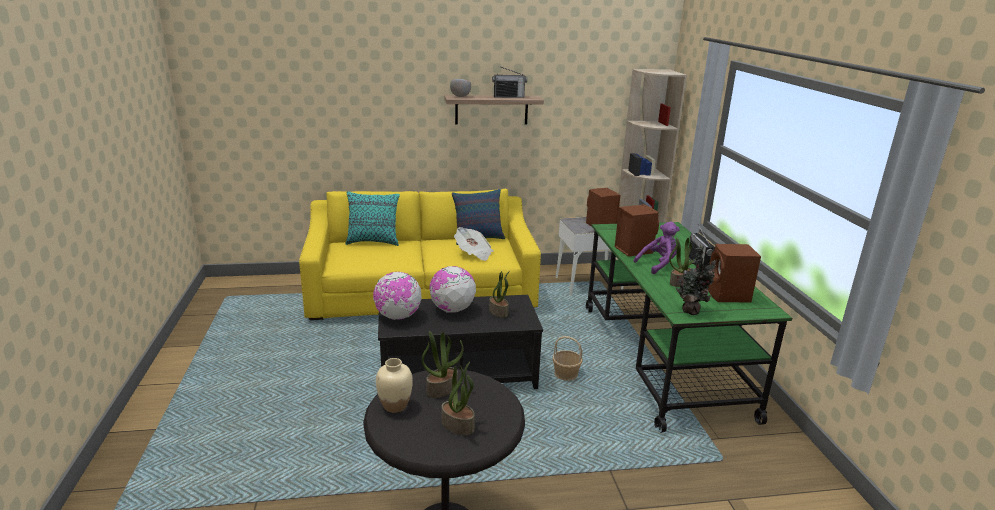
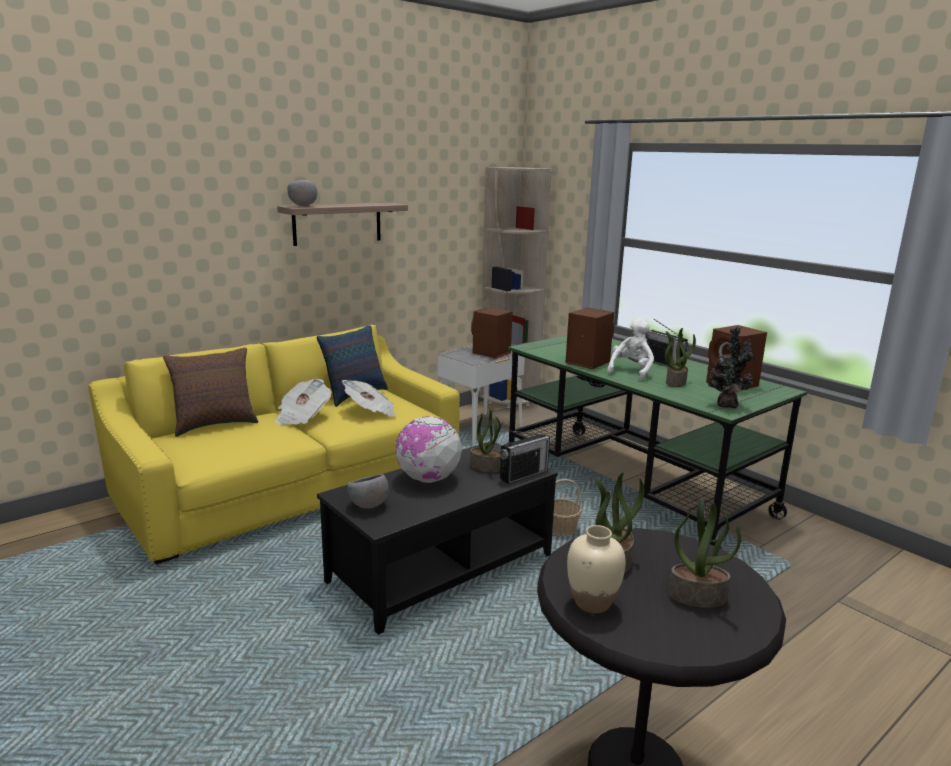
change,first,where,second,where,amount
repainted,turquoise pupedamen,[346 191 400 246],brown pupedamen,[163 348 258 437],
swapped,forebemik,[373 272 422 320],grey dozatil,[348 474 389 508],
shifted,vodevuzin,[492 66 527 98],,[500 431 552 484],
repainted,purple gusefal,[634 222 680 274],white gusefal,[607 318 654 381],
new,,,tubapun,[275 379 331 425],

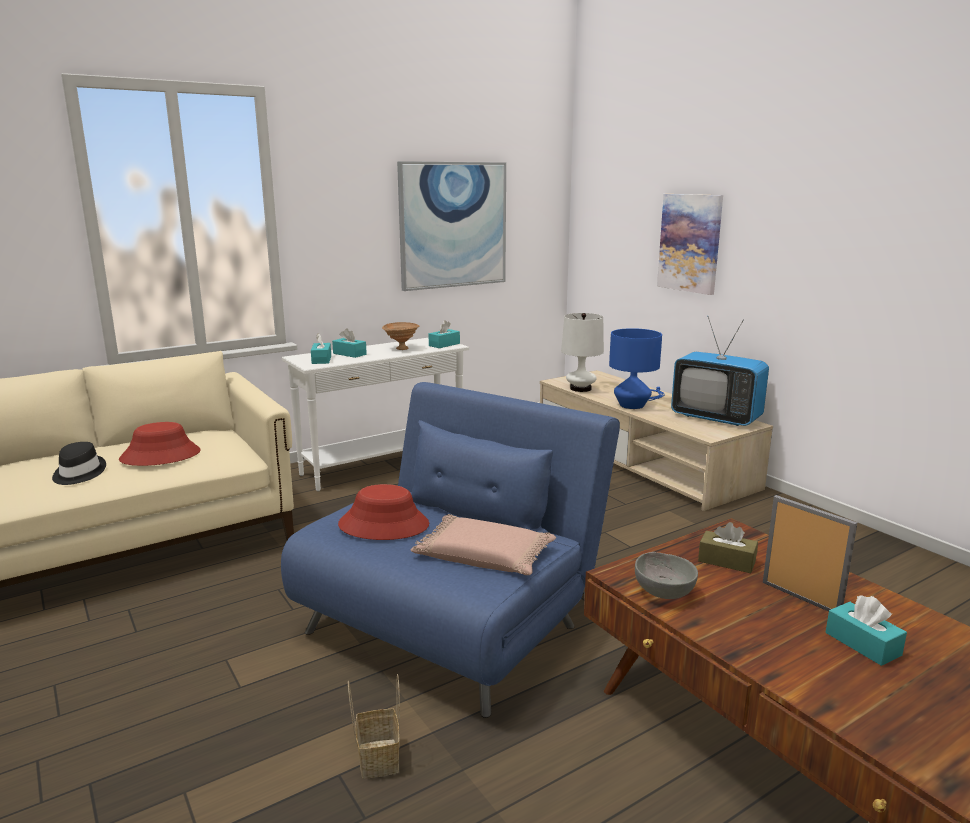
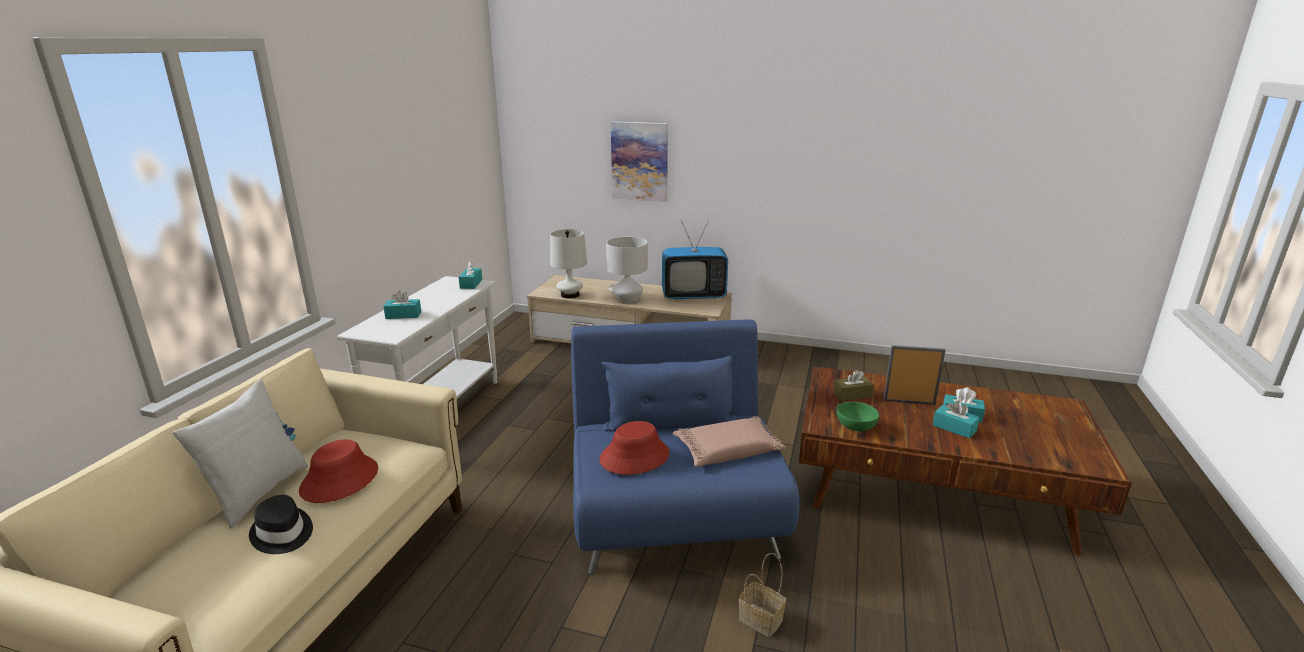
change,first,where,second,where,amount
shifted,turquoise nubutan,[311 333 331 364],,[933 401 980 439],
gone,brown dozatil,[382 322 419 350],,,
gone,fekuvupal,[397 161 506 291],,,
repainted,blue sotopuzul,[609 328 665 409],grey sotopuzul,[606 237 648 304],
repainted,grey dozatil,[635 552 698 599],green dozatil,[836 402 879 431],
new,,,grey pupedamen,[173 379 308 529],

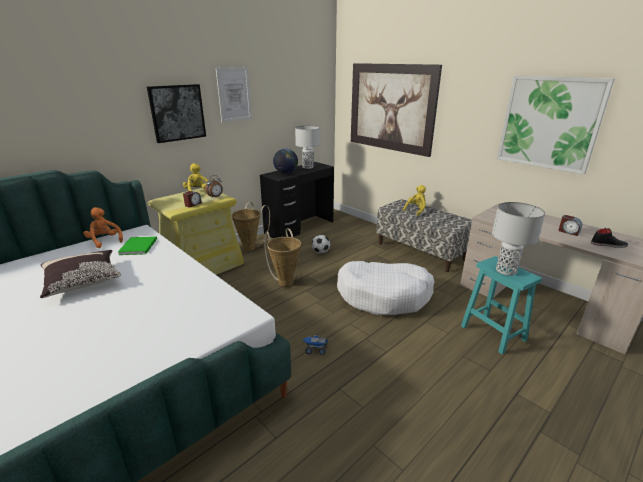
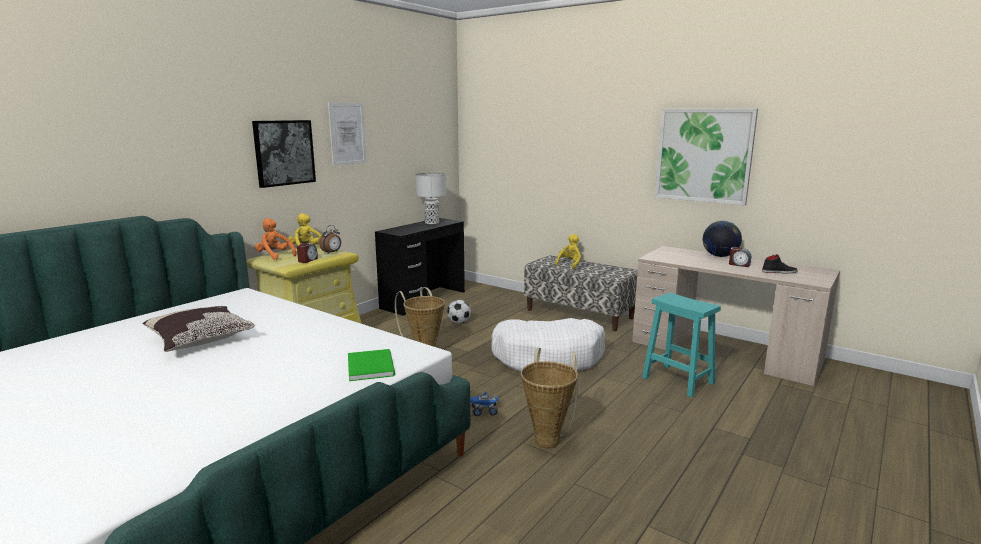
change,first,where,second,where,amount
shifted,orange gusefal,[83 207 123 248],,[255 218 296 260],
shifted,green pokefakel,[118 236 157 255],,[348 349 395 381],
shifted,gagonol,[231 202 270 251],,[521 348 578 448],
shifted,forebemik,[273 149 298 174],,[703 221 742 257],
gone,fekuvupal,[351 63 442 157],,,
gone,white sotopuzul,[492 202 545 276],,,

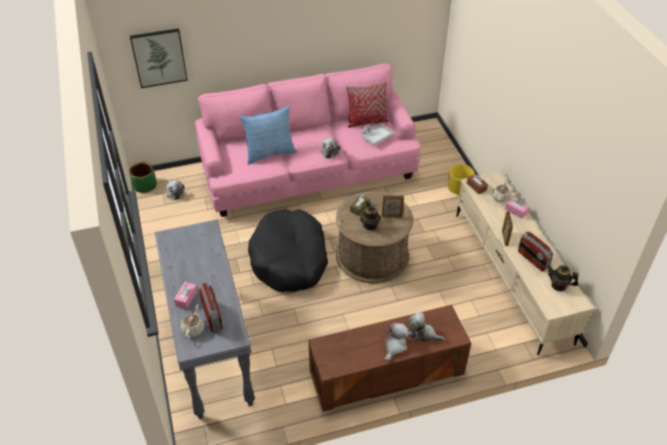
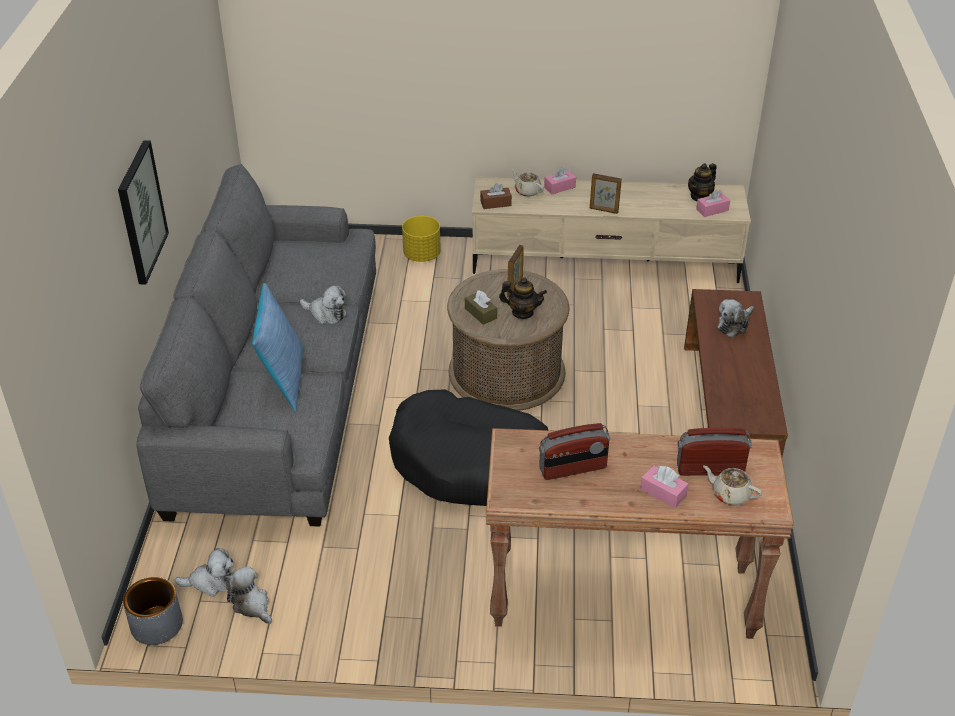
change,first,where,second,where,amount
repainted,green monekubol,[129 162 157 193],grey monekubol,[123 577 183 645],
shifted,fekuvupal,[130 28 188 88],,[118 140 169 285],
repainted,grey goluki,[155 219 255 419],brown goluki,[486 428 794 639],
repainted,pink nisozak,[195 64 420 217],grey nisozak,[137 164 376 527],
gone,red pupedamen,[346 82 389 128],,,
gone,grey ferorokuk,[360 124 394 146],,,
shifted,gusefal,[385 322 409 361],,[226 566 272 624],
shifted,vodevuzin,[518 232 553 272],,[539 423 610 480],
new,,,pink nubutan,[696 190 730 217],

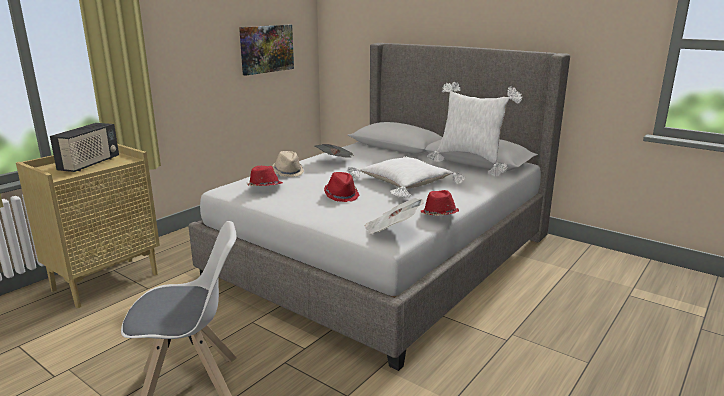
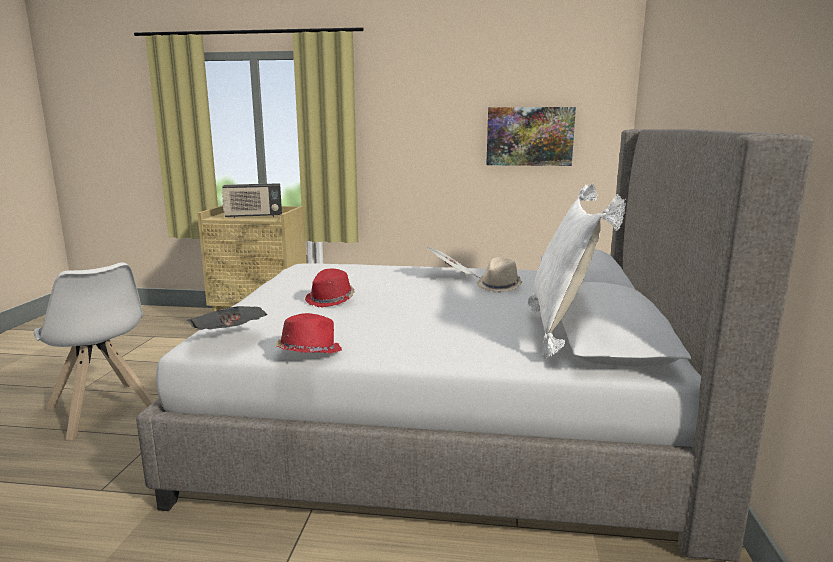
change,first,where,second,where,amount
gone,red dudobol,[247 166 283 186],,,
shifted,beige dudobol,[272 151 304 177],,[477 257 522 293],
gone,white pupedamen,[347 156 465 199],,,

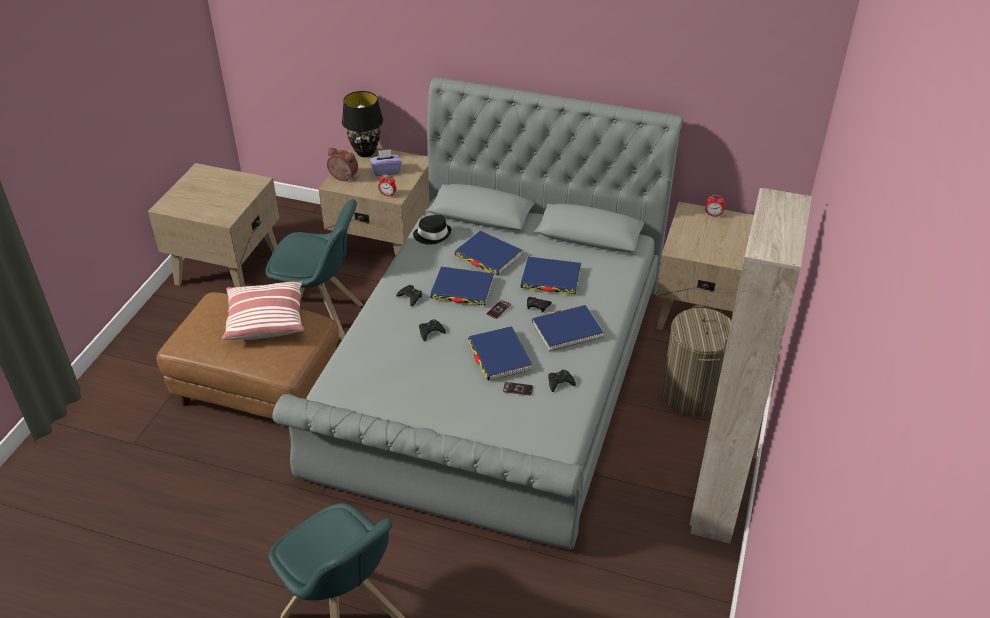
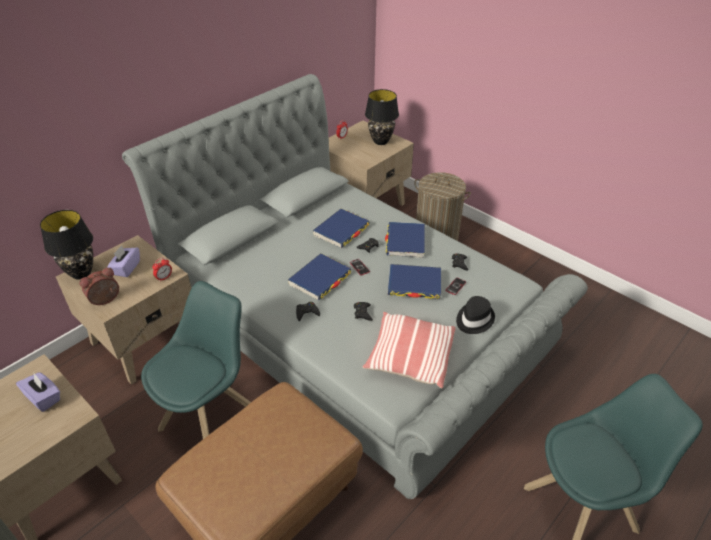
change,first,where,second,where,amount
shifted,pupedamen,[222 281 304 340],,[363 312 456 389],
shifted,black dudobol,[413 215 452 245],,[456 296 495 334],
gone,blue pokefakel,[454 231 522 275],,,
gone,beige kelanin,[689 188 812 544],,,
new,,,purple nubutan,[16 372 60 412],
new,,,black sotopuzul,[365 89 399 145],

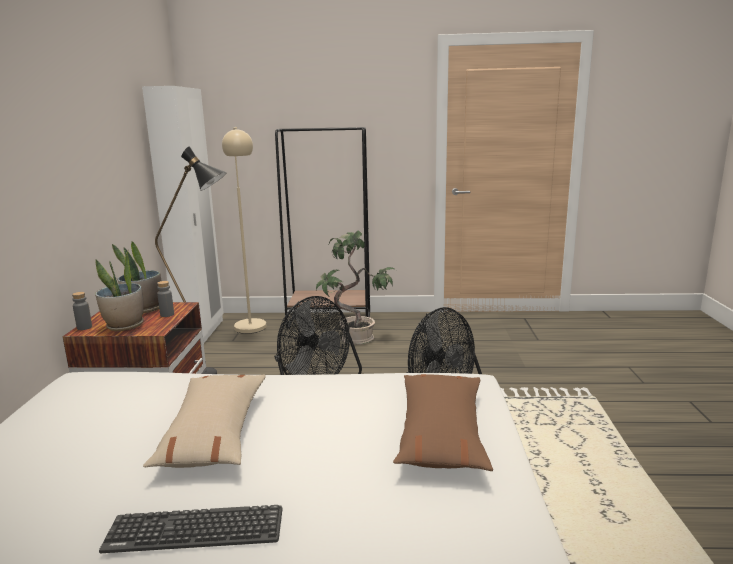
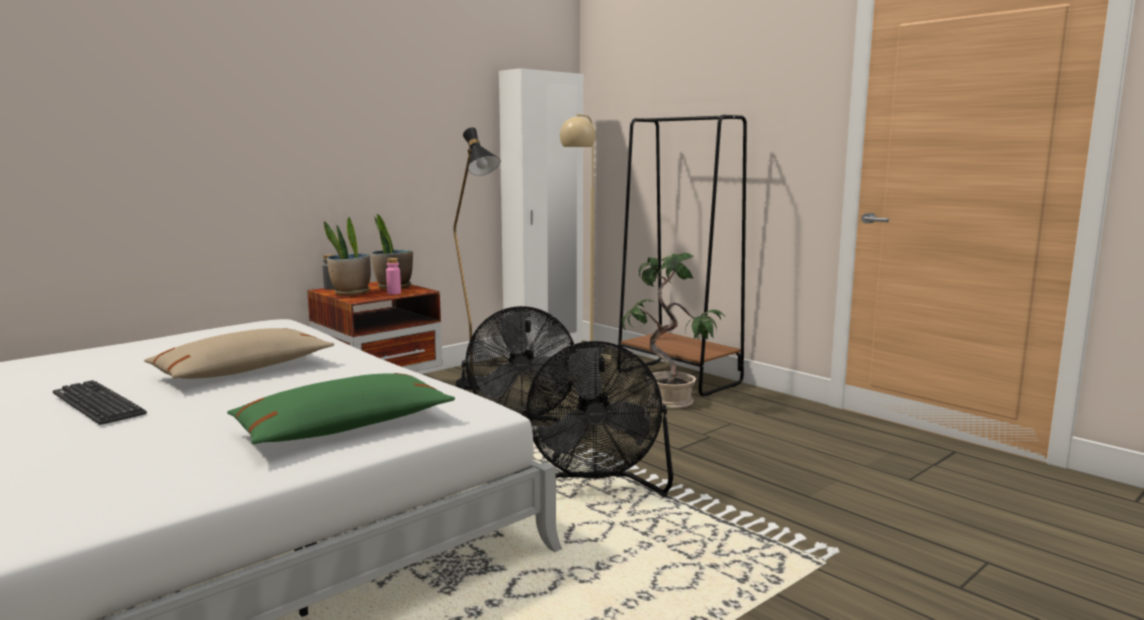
change,first,where,second,where,amount
repainted,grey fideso,[157 281 174 317],pink fideso,[386 258 401 295],
repainted,brown pupedamen,[393 374 493 471],green pupedamen,[227 373 455 444],

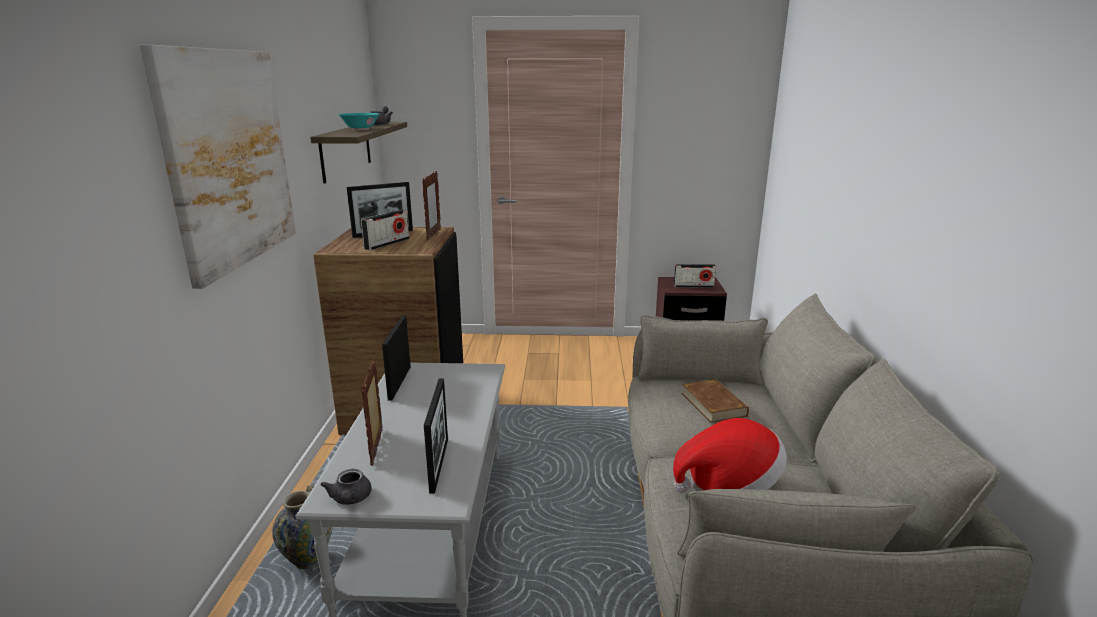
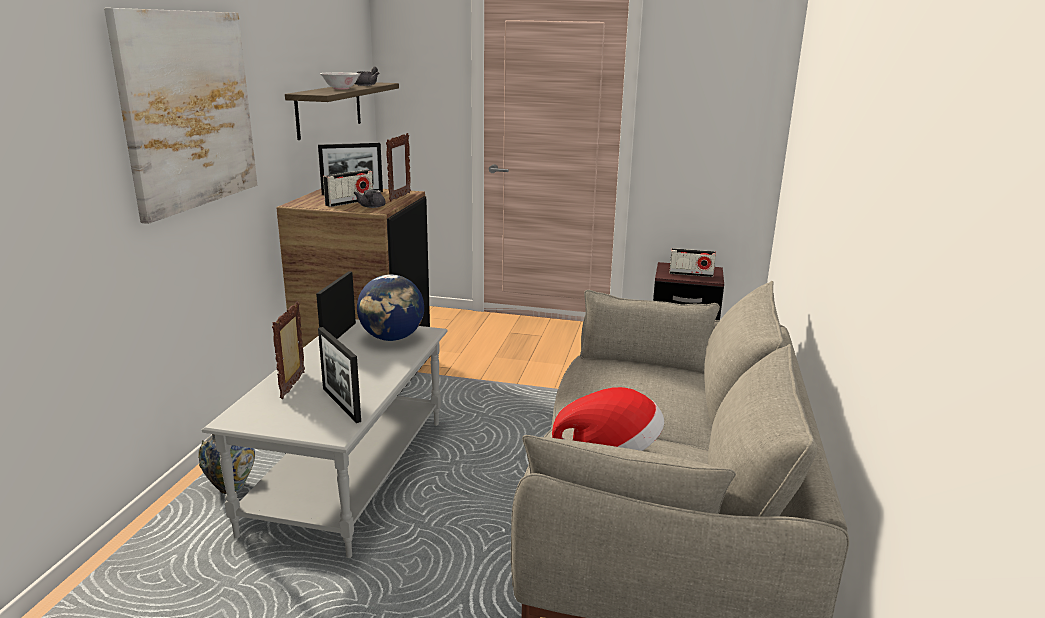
change,first,where,second,where,amount
shifted,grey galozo,[321 469 372 505],,[354 190 386 208],
repainted,turquoise dozatil,[338 113 379 130],white dozatil,[320 72 360 89],
rotated,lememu,[424 378 448 493],,[318 327 361 423],135 degrees clockwise
gone,brown pokefakel,[681 379 749 423],,,
new,,,forebemik,[357 274 424 341],

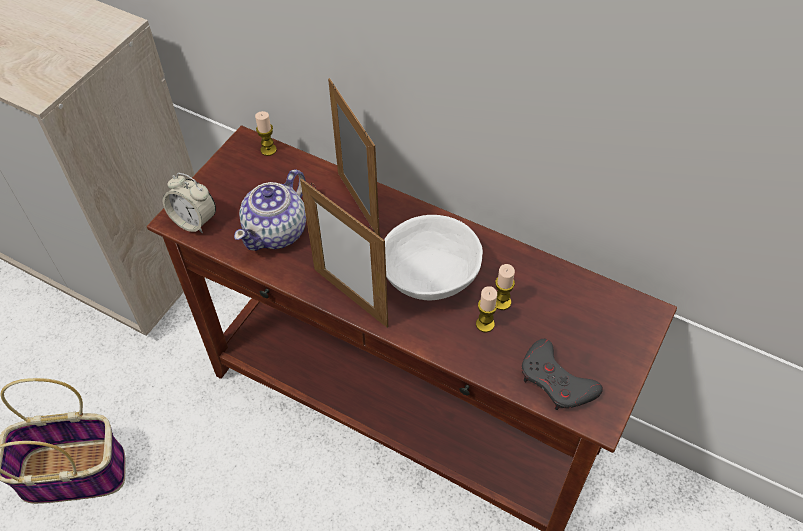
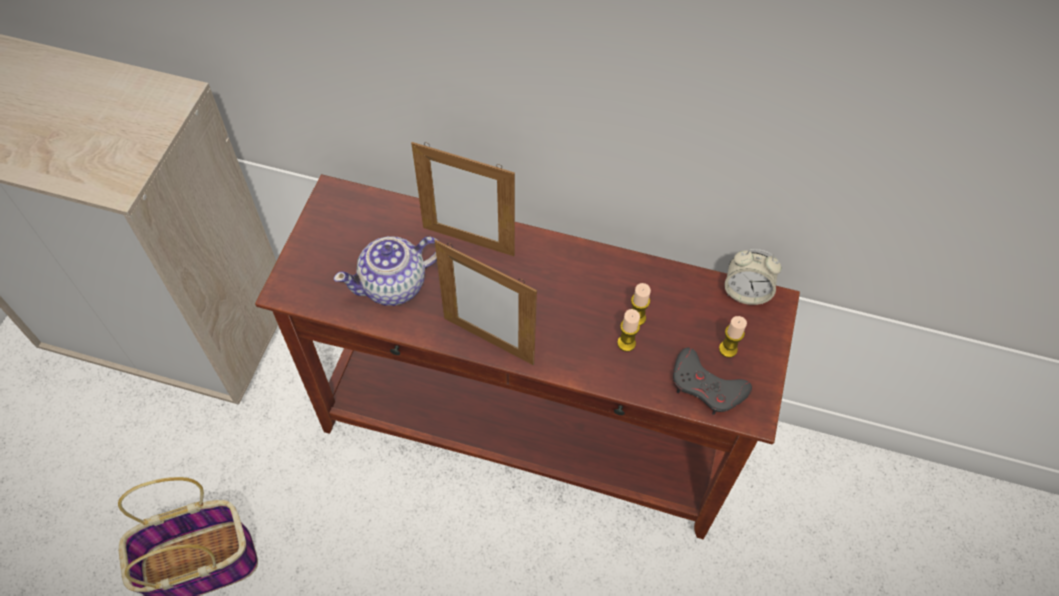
change,first,where,second,where,amount
shifted,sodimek,[162 173 216 233],,[724 249 782 305],
rotated,galozo,[234 169 306 251],,[334 236 439 306],45 degrees clockwise
shifted,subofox,[255 111 277 156],,[719 316 747 357],
rotated,lememu,[328 78 380 236],,[411 142 515 256],150 degrees clockwise
gone,white dozatil,[384 215 483 300],,,

